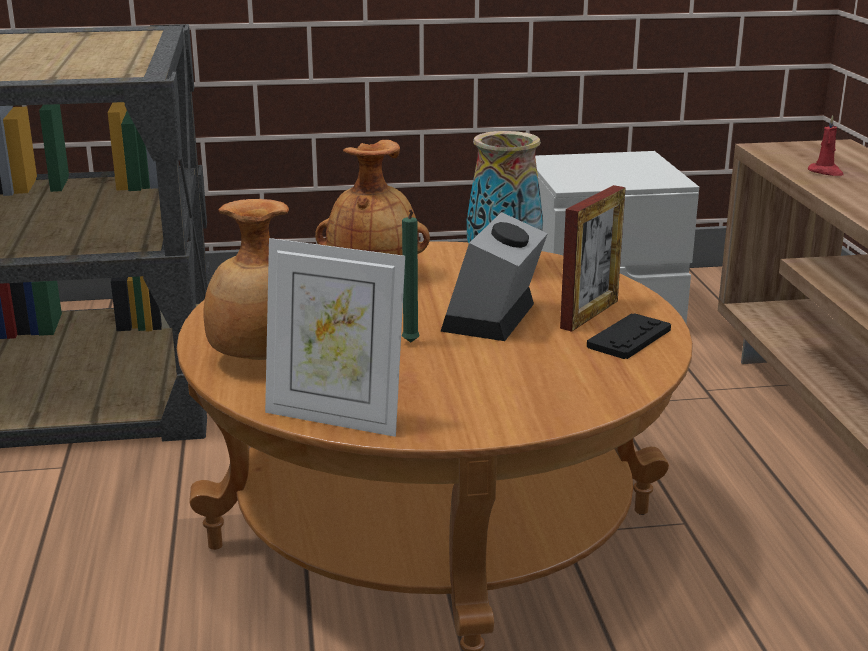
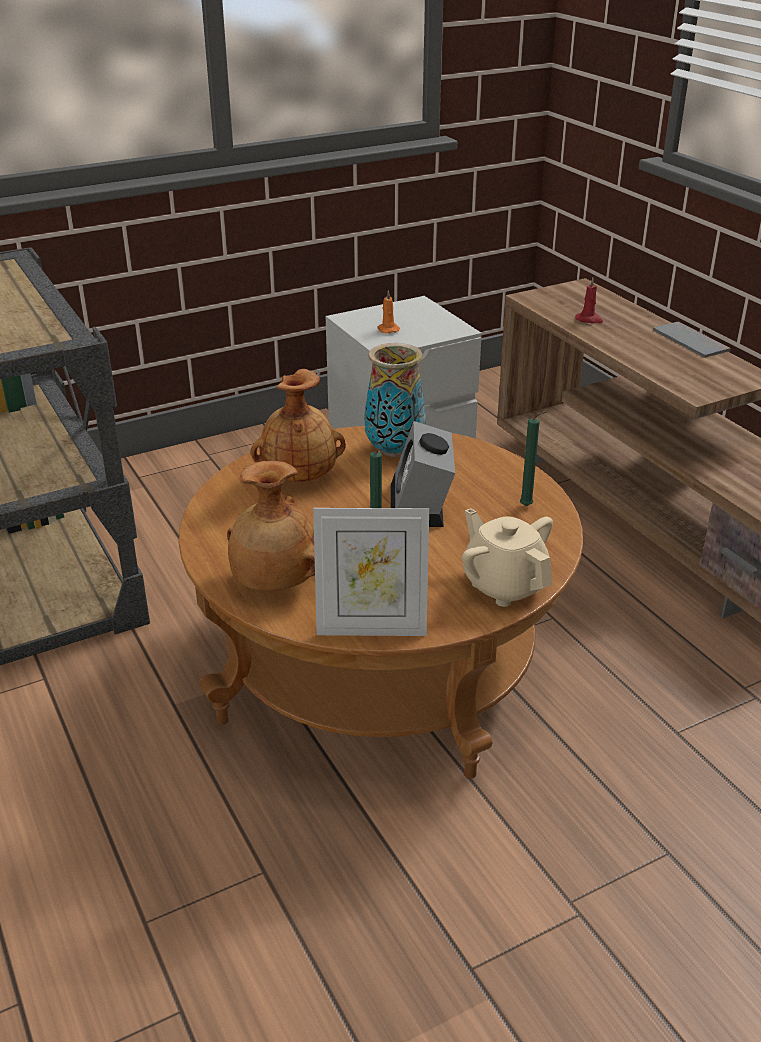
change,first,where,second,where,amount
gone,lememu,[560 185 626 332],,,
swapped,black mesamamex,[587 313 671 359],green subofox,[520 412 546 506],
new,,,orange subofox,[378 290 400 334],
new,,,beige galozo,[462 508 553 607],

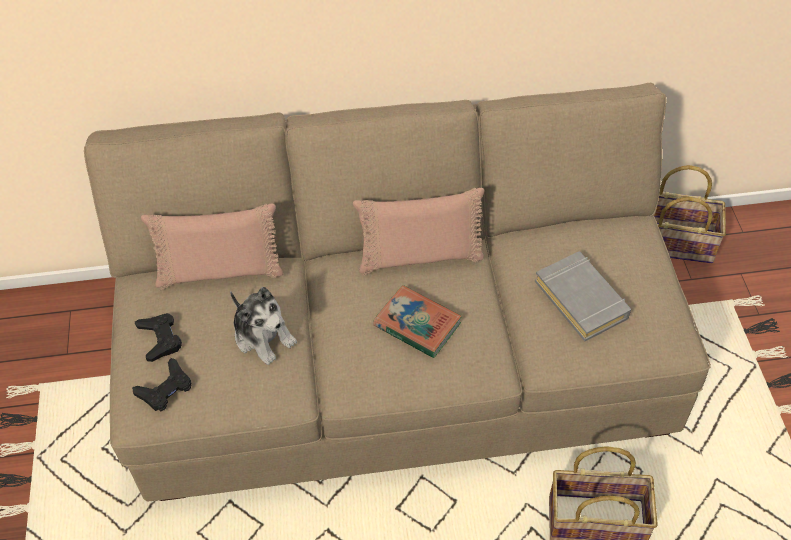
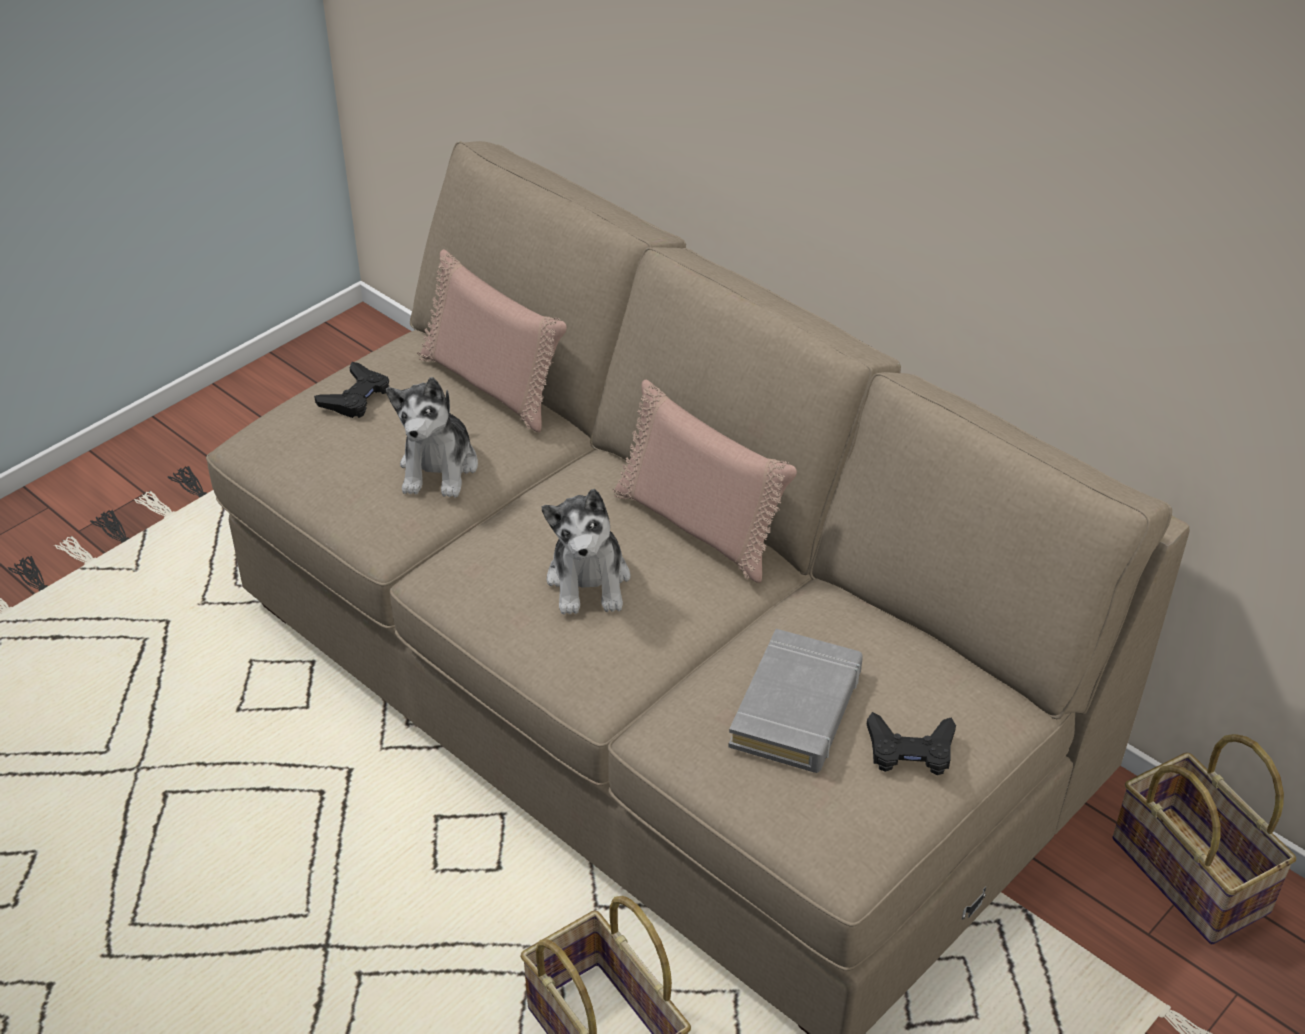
change,first,where,second,where,amount
shifted,black mesamamex,[132 358 191 412],,[867 712 956 775],
swapped,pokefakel,[373 285 462 358],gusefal,[542 489 631 615],

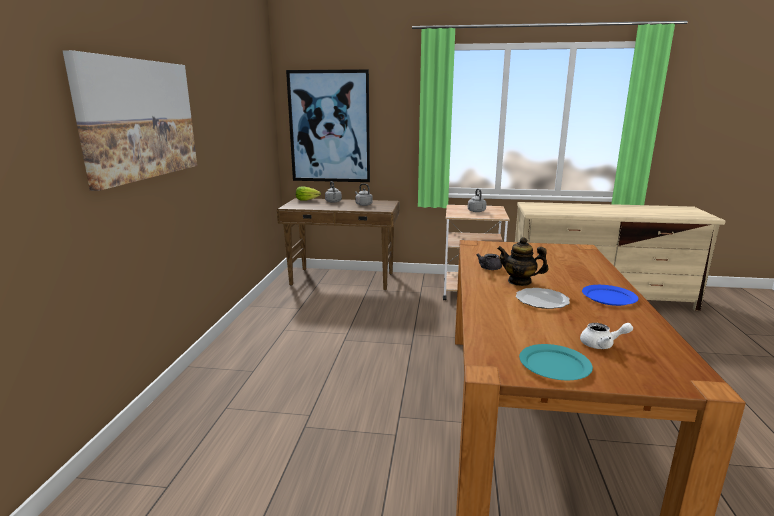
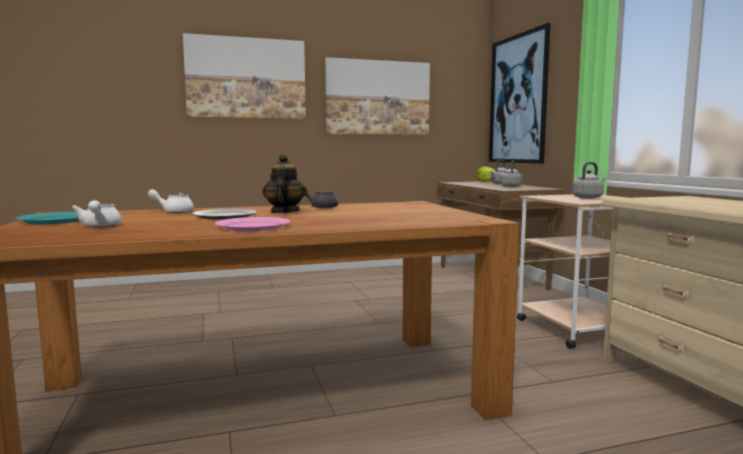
change,first,where,second,where,amount
repainted,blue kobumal,[582 285 638 306],pink kobumal,[215 217 291 231],
new,,,white galozo,[148 189 194 213],
new,,,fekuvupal,[325 57 430 135],

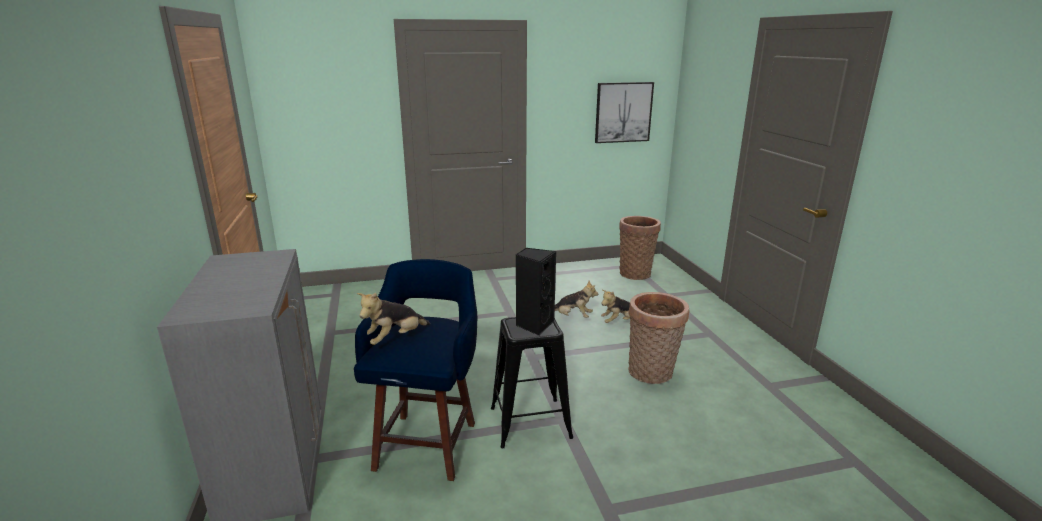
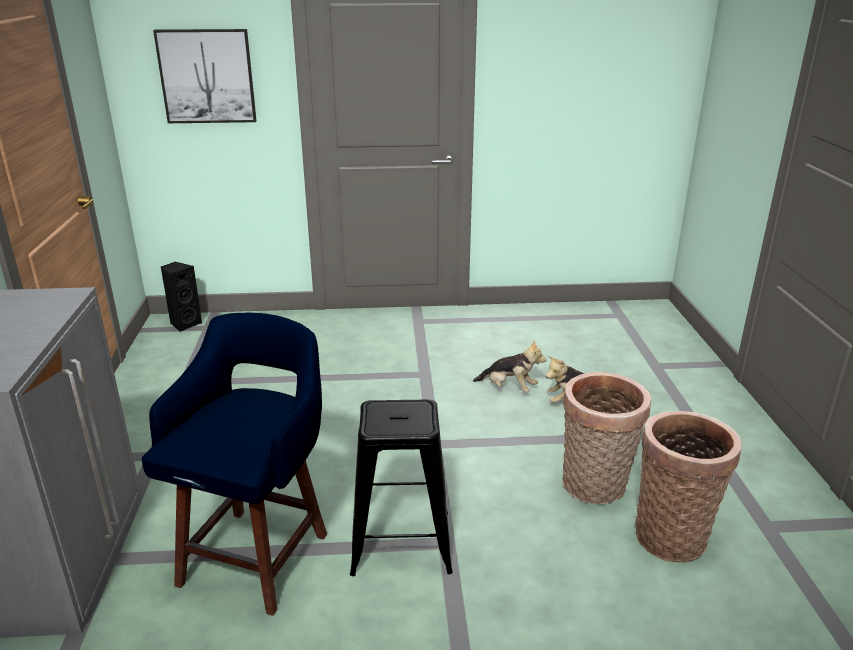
change,first,where,second,where,amount
gone,gusefal,[357 293 430 345],,,
shifted,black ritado,[515 248 556 336],,[161 262 203 332],
shifted,fekuvupal,[595 82 654 143],,[153 29 256 123],
shifted,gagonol,[619 216 661 280],,[635 411 742 562],

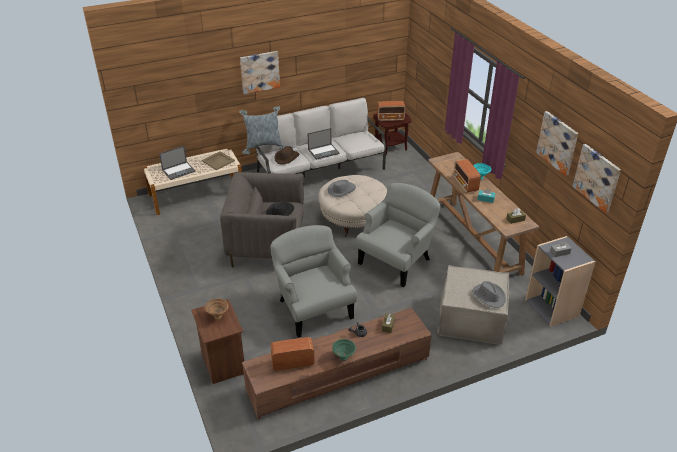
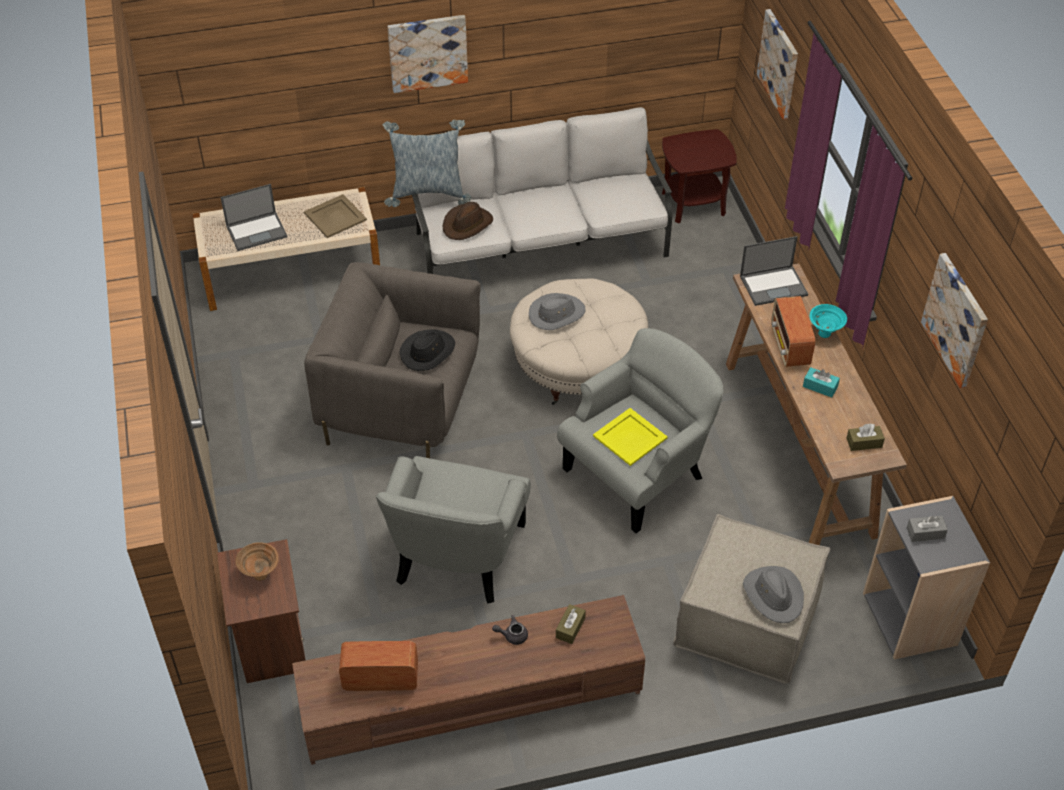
change,first,where,second,where,amount
rotated,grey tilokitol,[270 225 357 338],,[376 456 531 604],150 degrees counterclockwise
shifted,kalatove,[308 128 340 160],,[740 236 808 306],
gone,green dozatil,[332 339 356 361],,,
gone,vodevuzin,[377 101 405 121],,,
shifted,fekuvupal,[573 144 621 213],,[757 9 798 120],
new,,,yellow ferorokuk,[593 408 668 466],

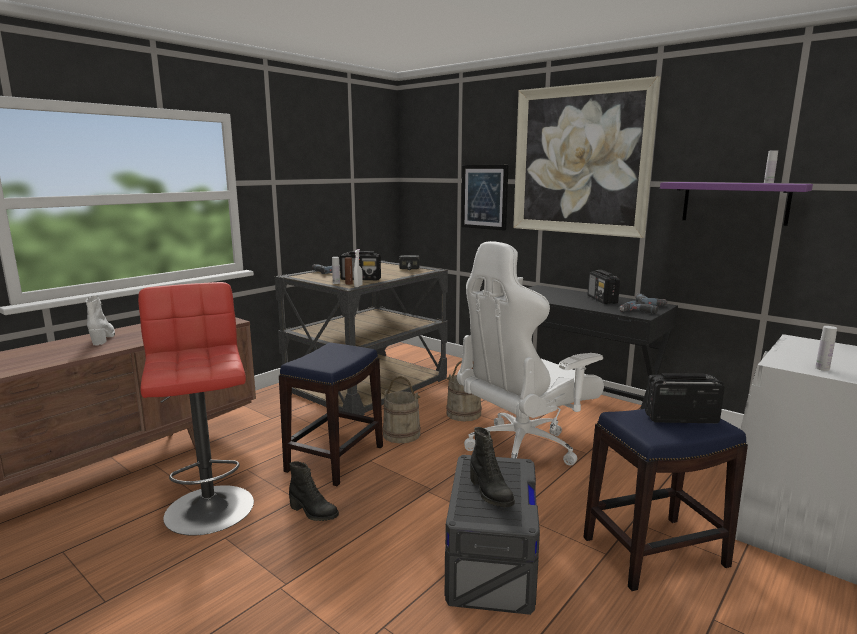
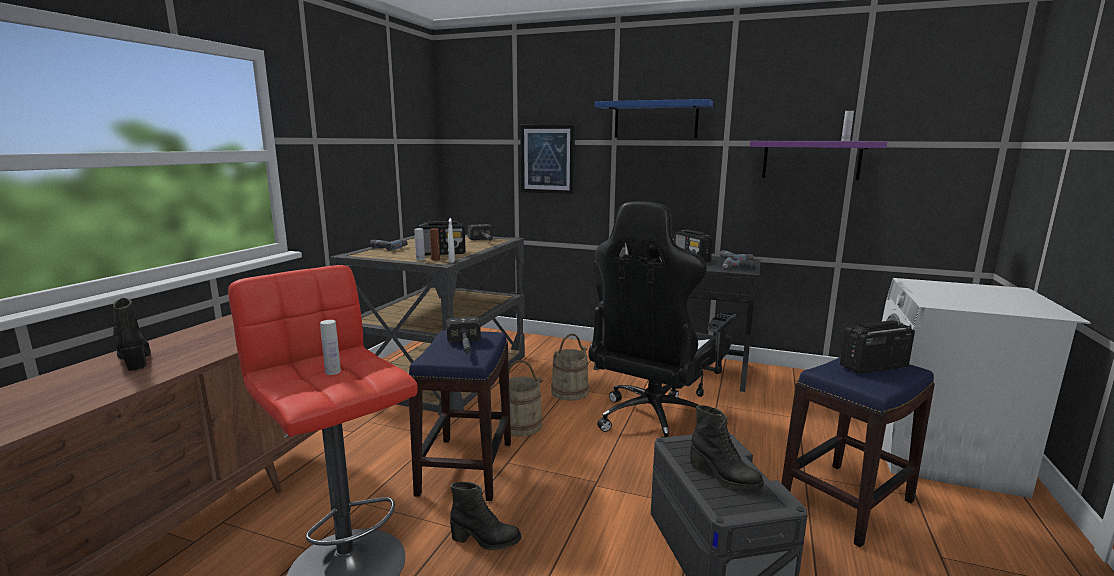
change,first,where,second,where,amount
repainted,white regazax,[86 295 115 346],black regazax,[112 298 151 371],
repainted,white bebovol,[457 241 604 466],black bebovol,[588 201 736 438],
swapped,fekuvupal,[513 76 660 238],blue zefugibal,[595 99 713 138],
shifted,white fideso,[815 326 837 371],,[320 320 341 375],
new,,,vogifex,[446 317 481 353],

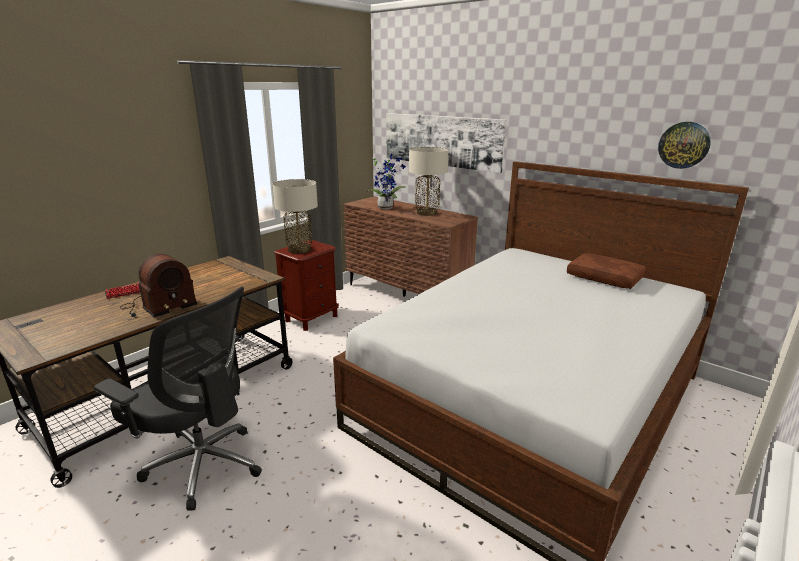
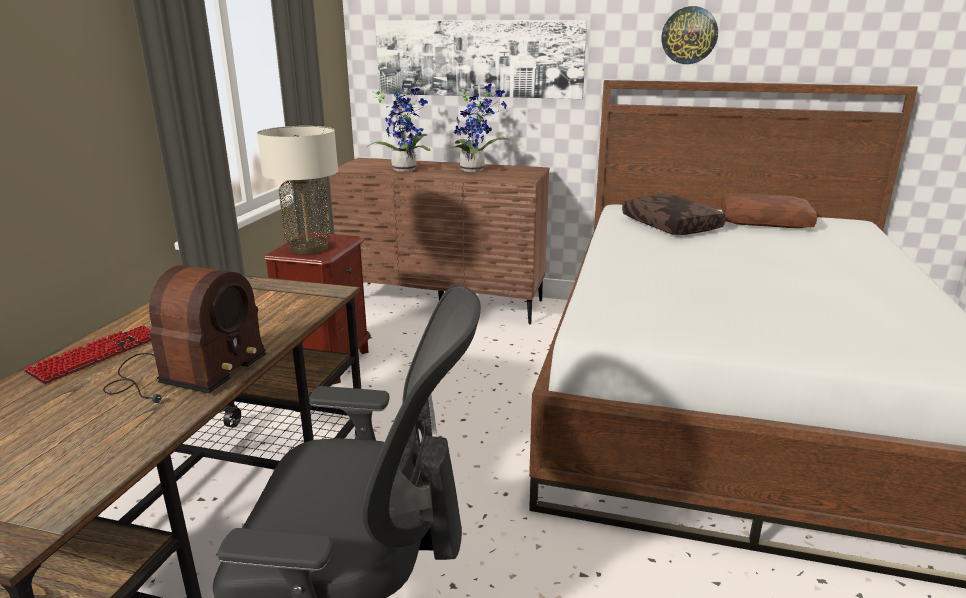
change,first,where,second,where,amount
swapped,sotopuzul,[409 147 449 216],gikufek,[453 83 510 172],
shifted,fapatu,[658 122 711 169],,[662 6 718 64],
new,,,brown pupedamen,[622 194 726 235],

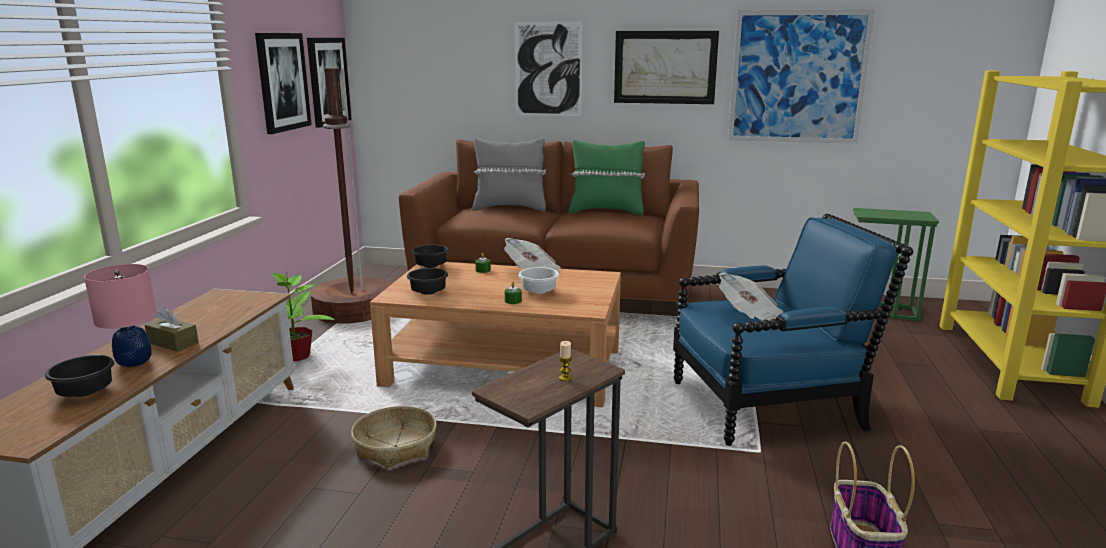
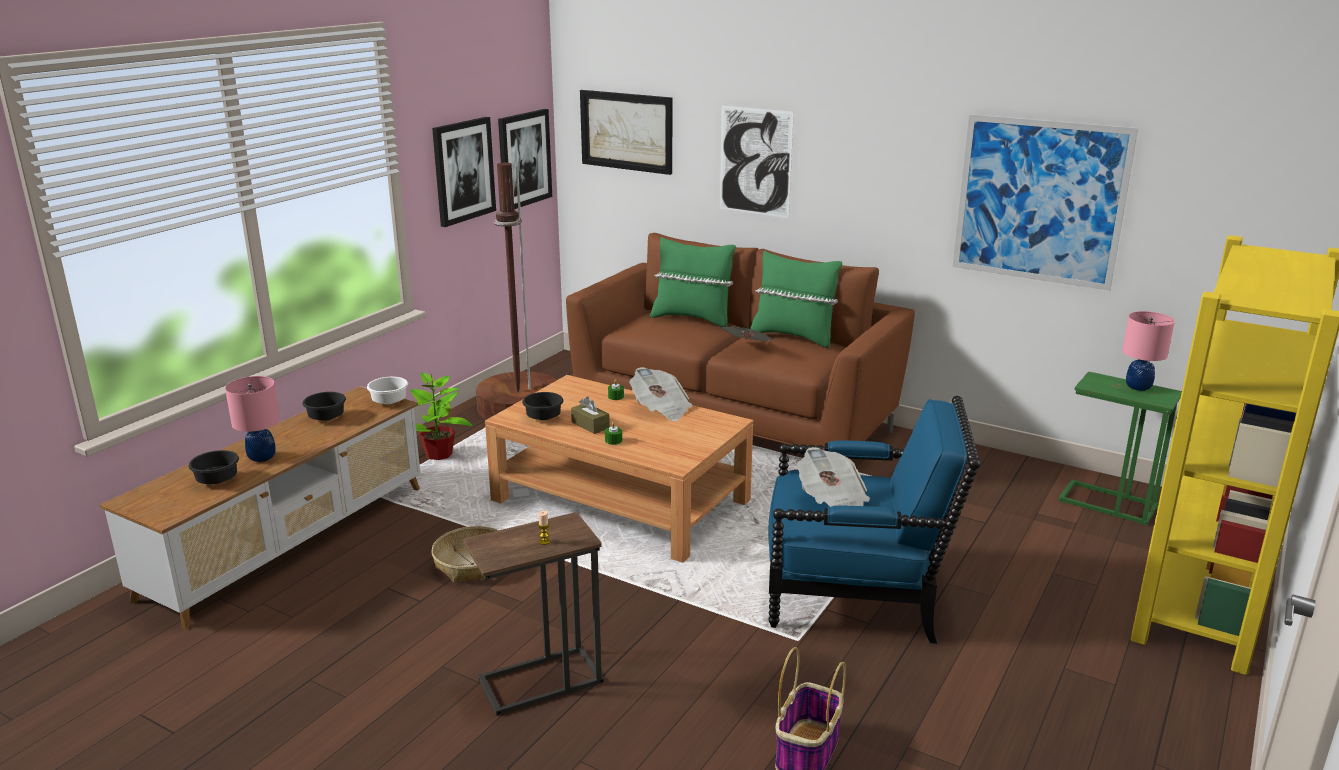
change,first,where,second,where,amount
shifted,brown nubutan,[145 307 199 352],,[571 396 610 434],
shifted,black dozatil,[412 245 449 268],,[302 392 346 421],
repainted,grey pupedamen,[472 138 546 211],green pupedamen,[650 237 736 327],
shifted,white dozatil,[518 267 559 294],,[367 377 408 404],
shifted,fekuvupal,[614 31 719 104],,[580 90 672 175],
new,,,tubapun,[718 327 773 341],
new,,,pink sotopuzul,[1122 311 1175 391],

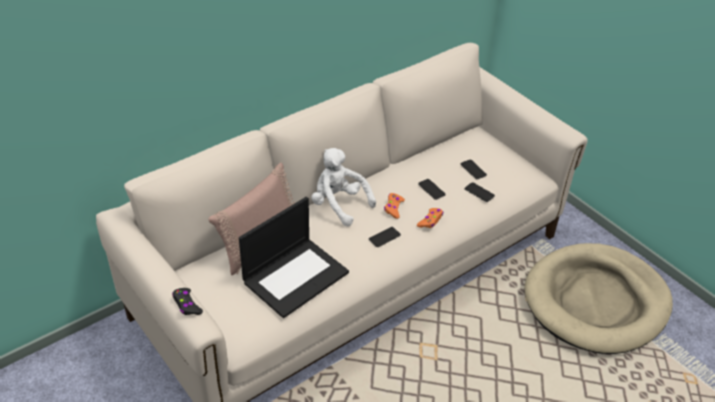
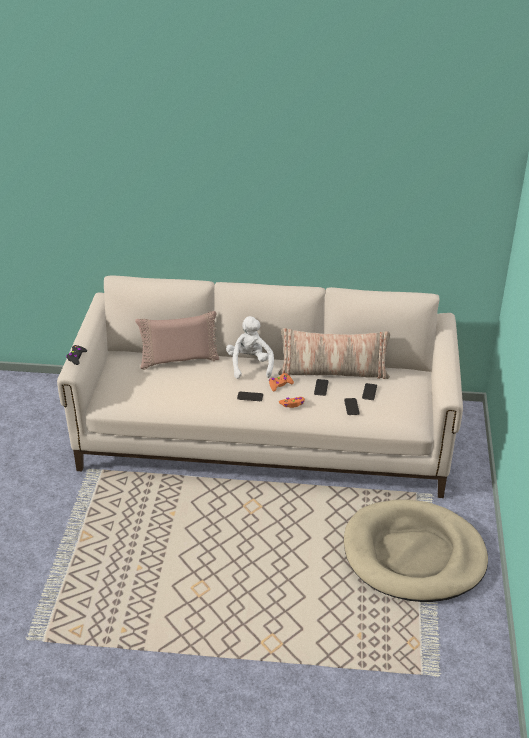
change,first,where,second,where,amount
gone,kalatove,[239 197 349 318],,,
new,,,pupedamen,[278 328 390 379],

